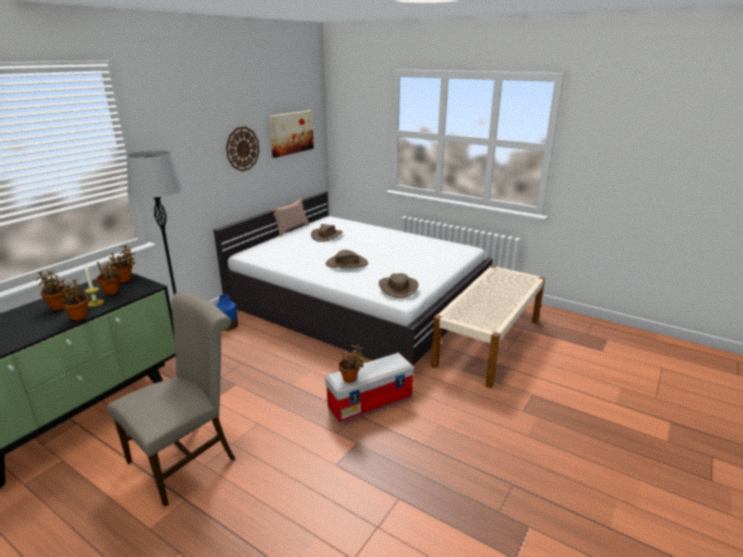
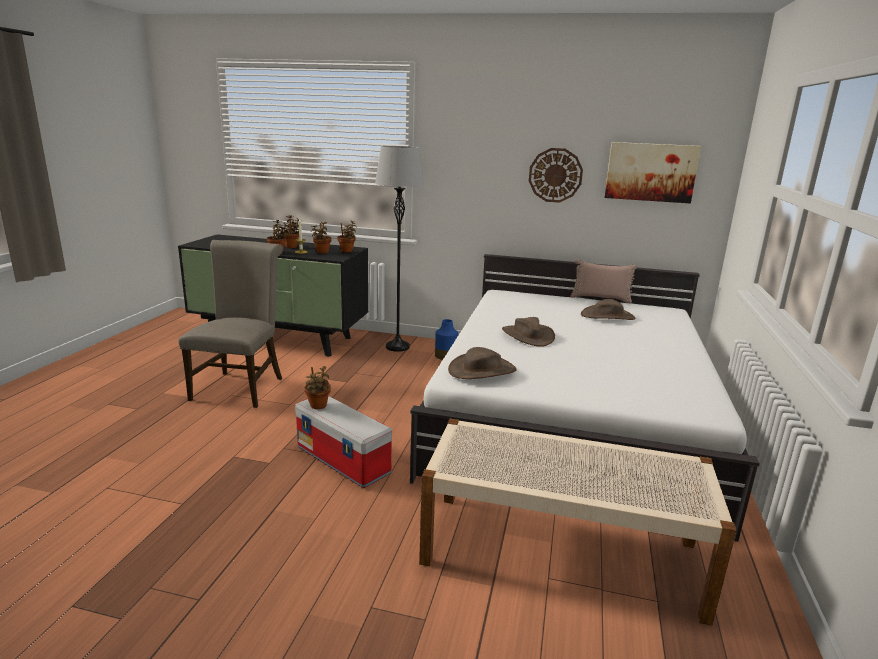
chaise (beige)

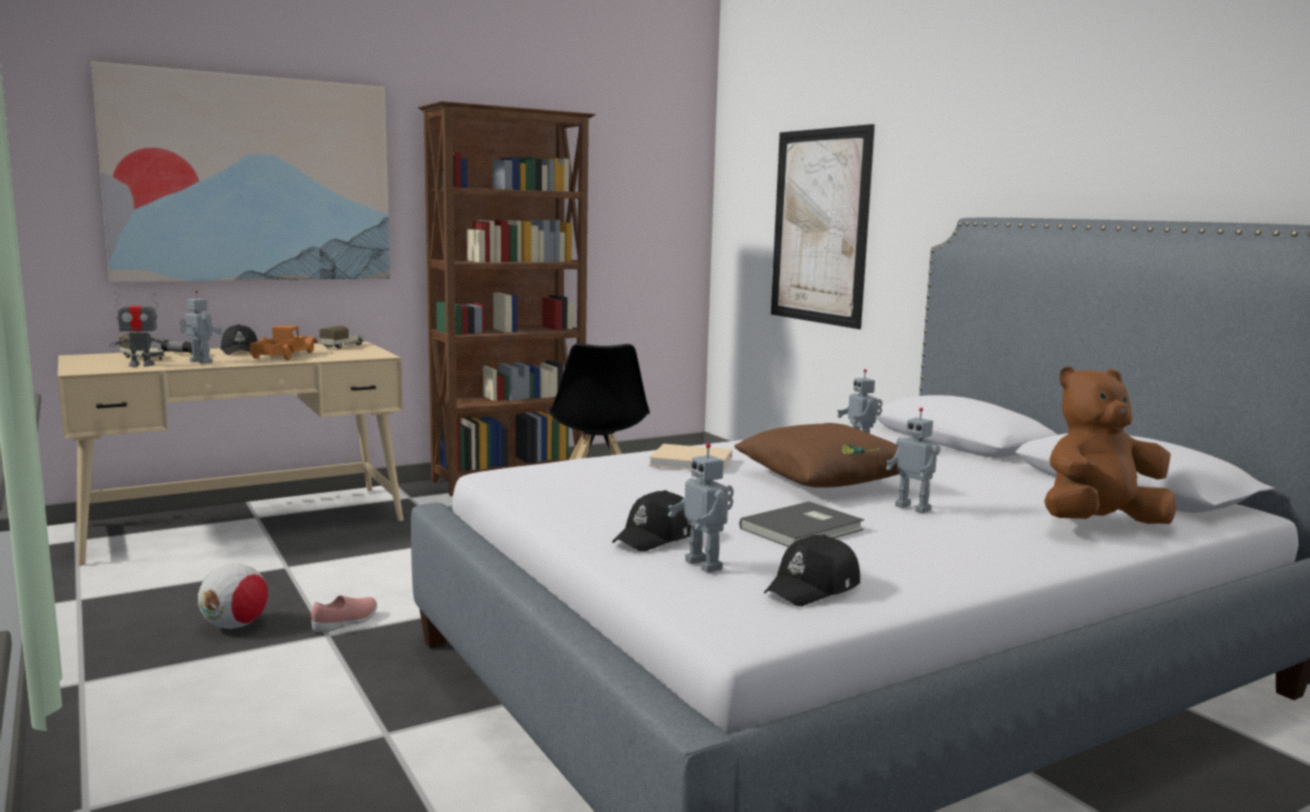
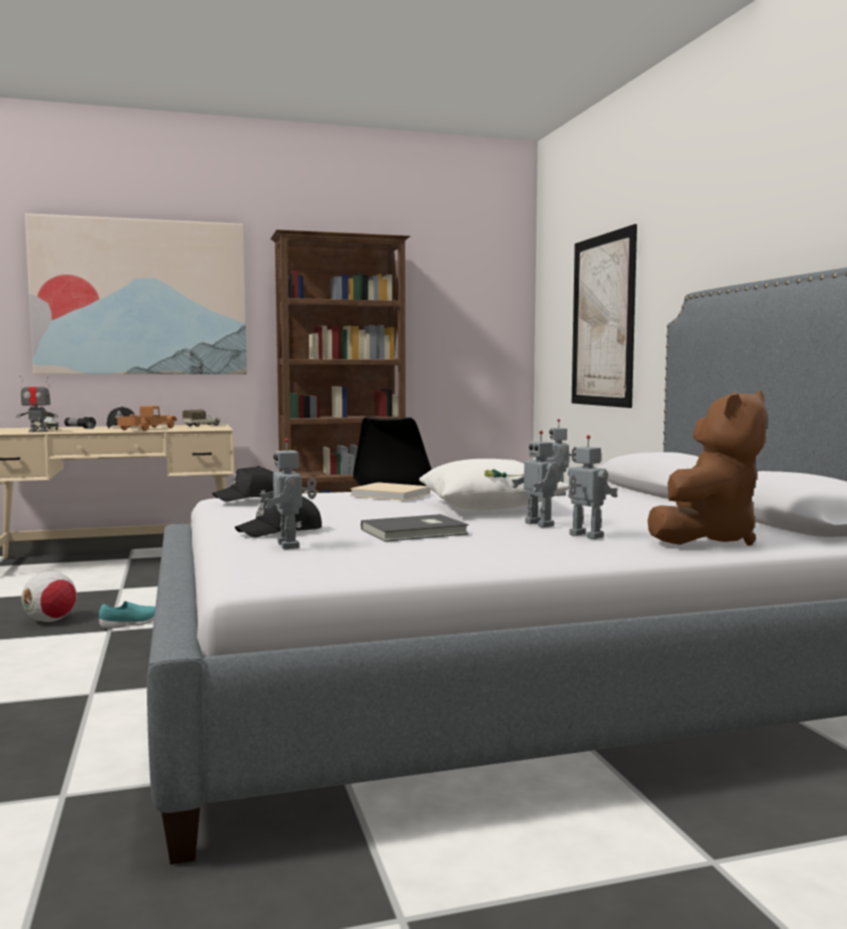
chaussure (turquoise)
casquette (noir) (no. 2 from left)
coussin (blanc)
robot jouet (no. 5 from left)
peluche (marron)

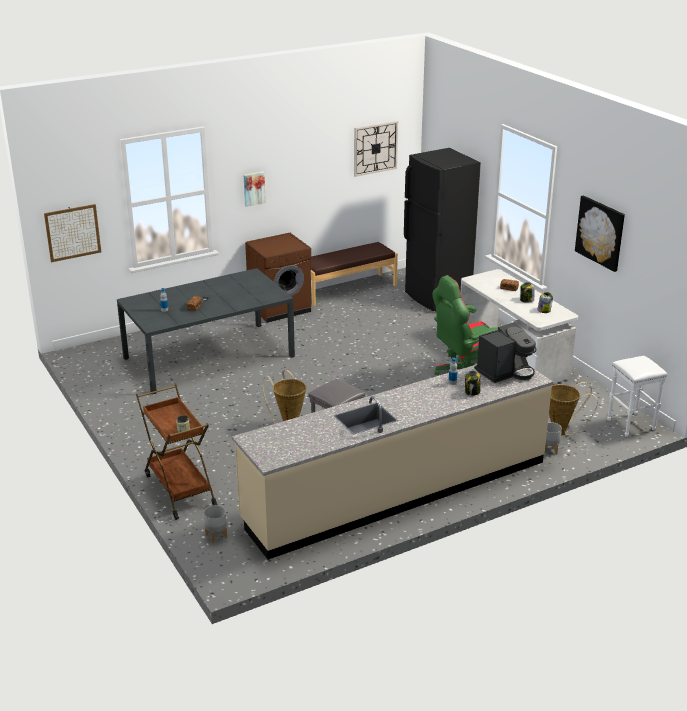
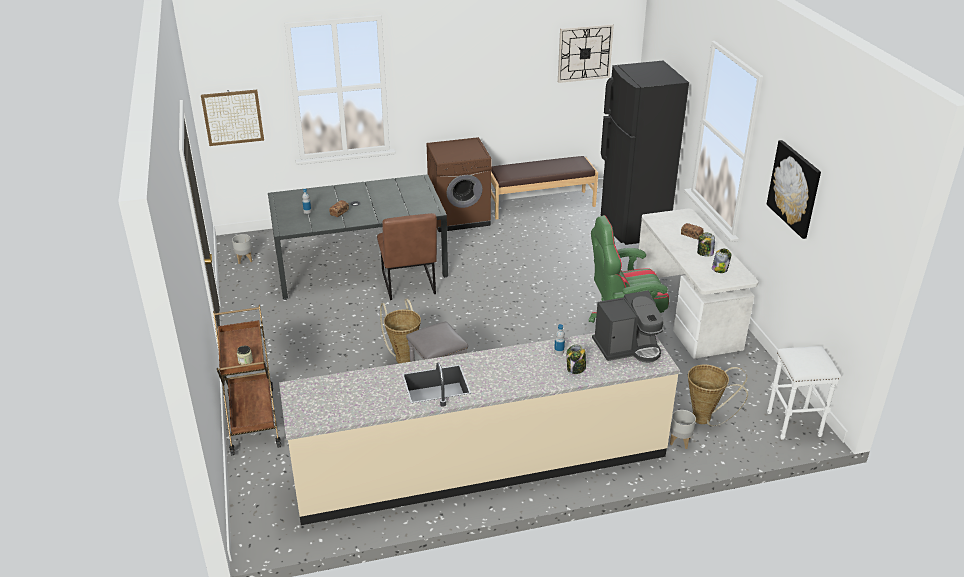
cache-pot (gris) (no. 1 from left)
chaise (marron)
tableau (no. 2 from left in the first image)

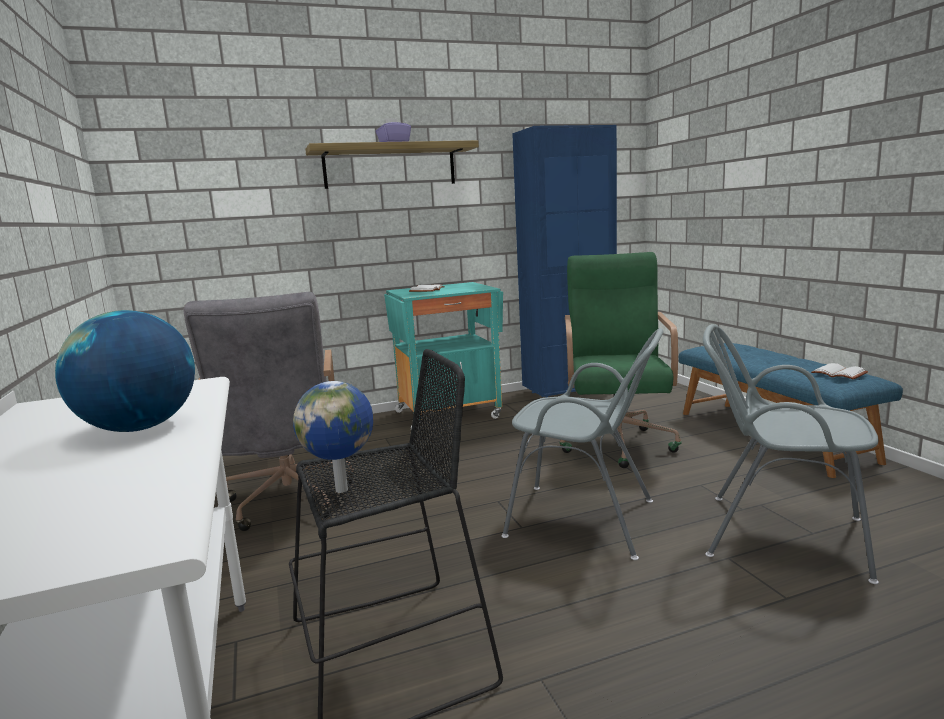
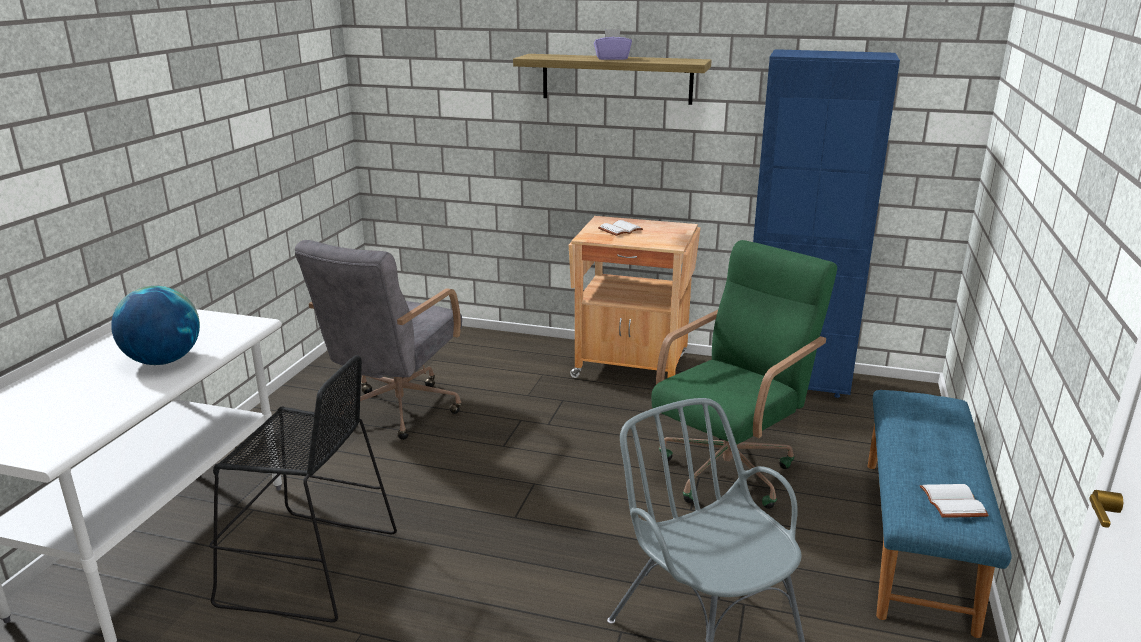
chariot (marron)
globe (no. 2 from left in the first image)
chaise (gris) (no. 1 from left in the first image)

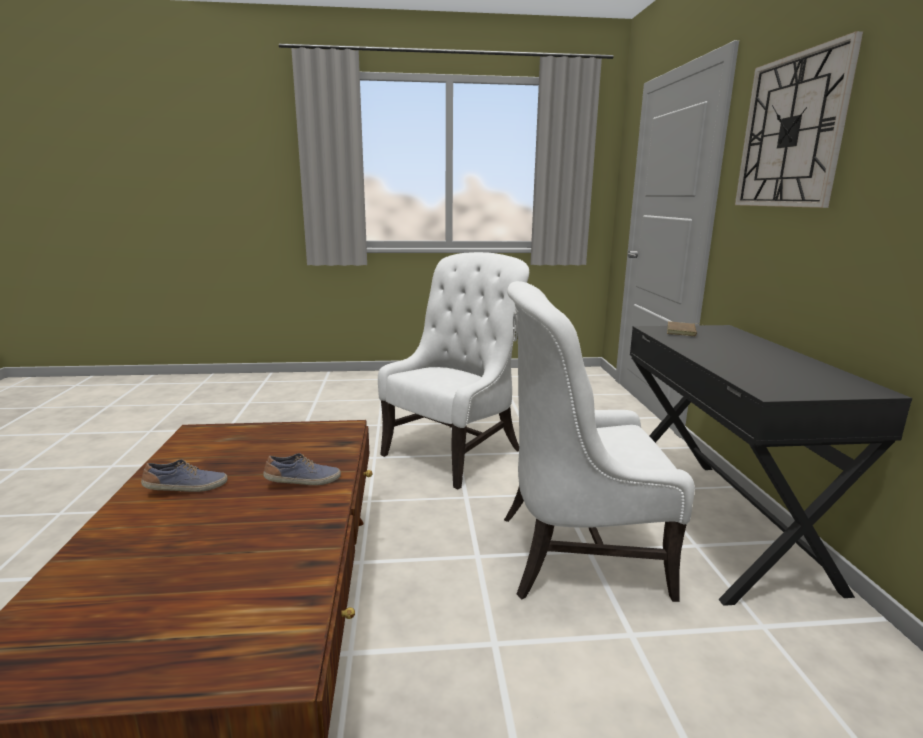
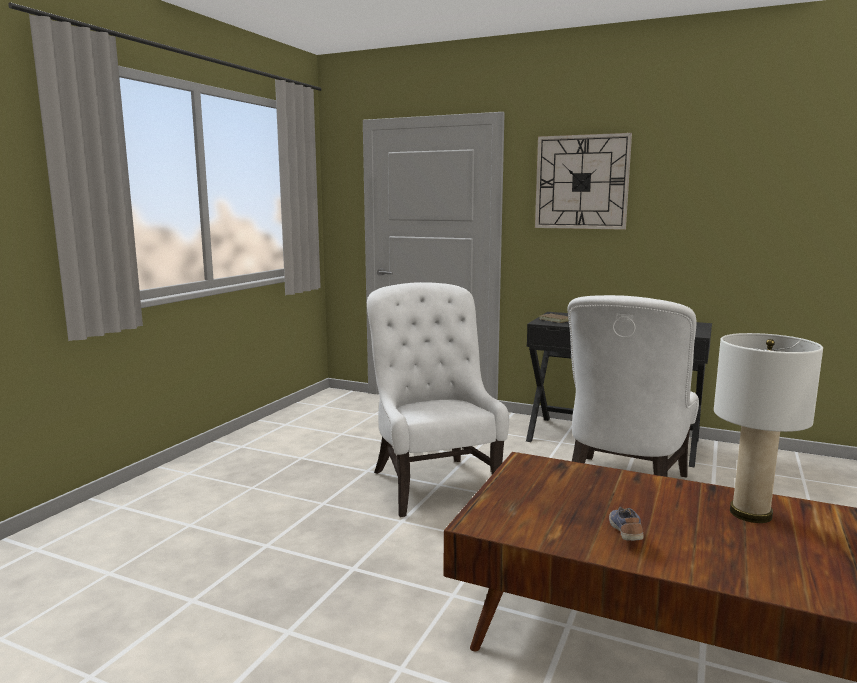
lampe de table (blanc)
chaussure (no. 2 from left in the first image)

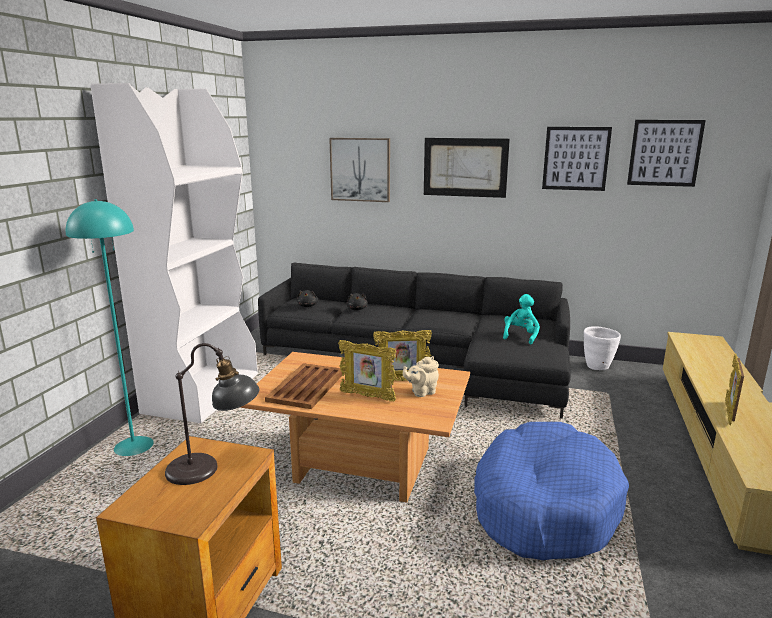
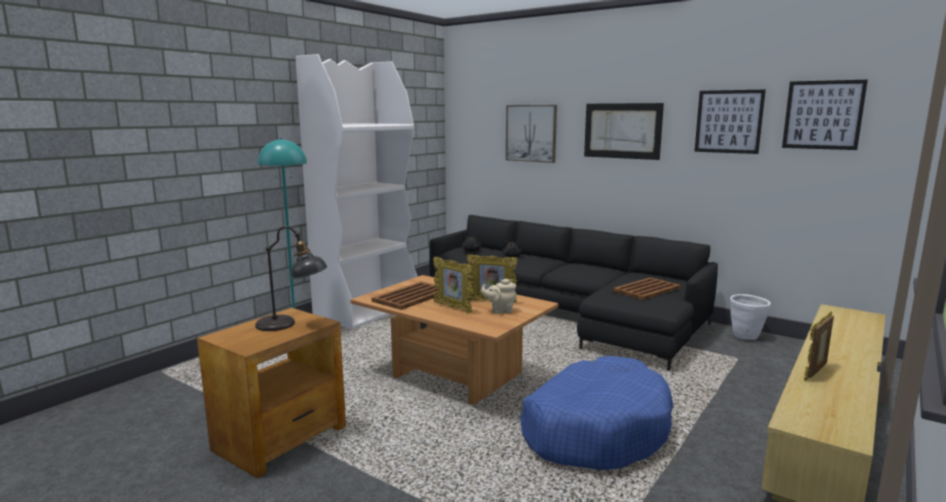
plateau (marron) (no. 2 from left)

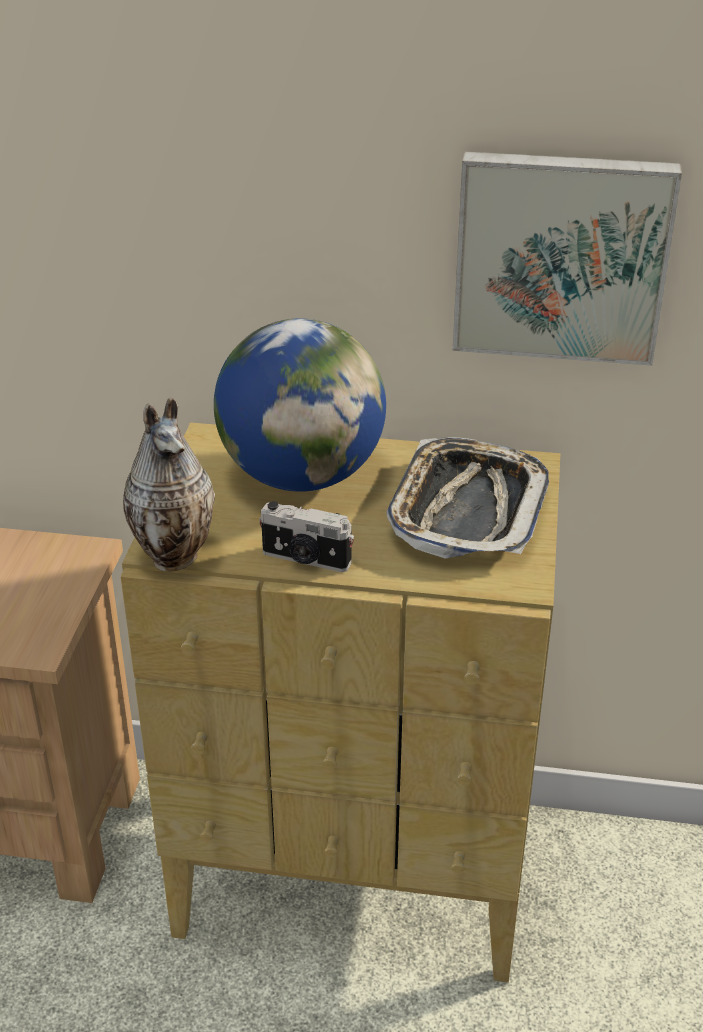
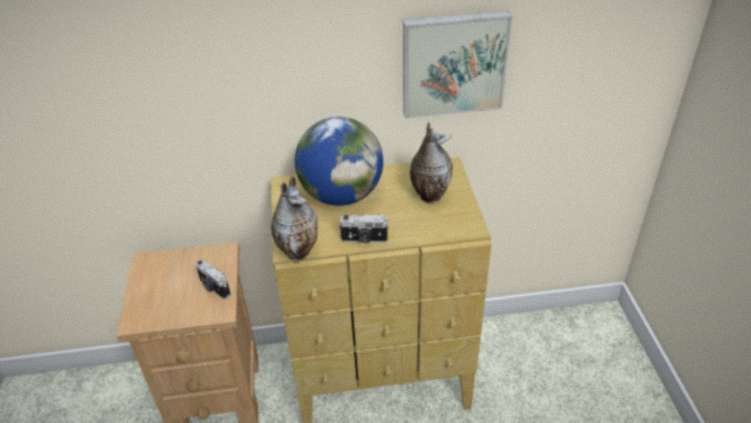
appareil photo (no. 1 from left)
vase (no. 2 from left)

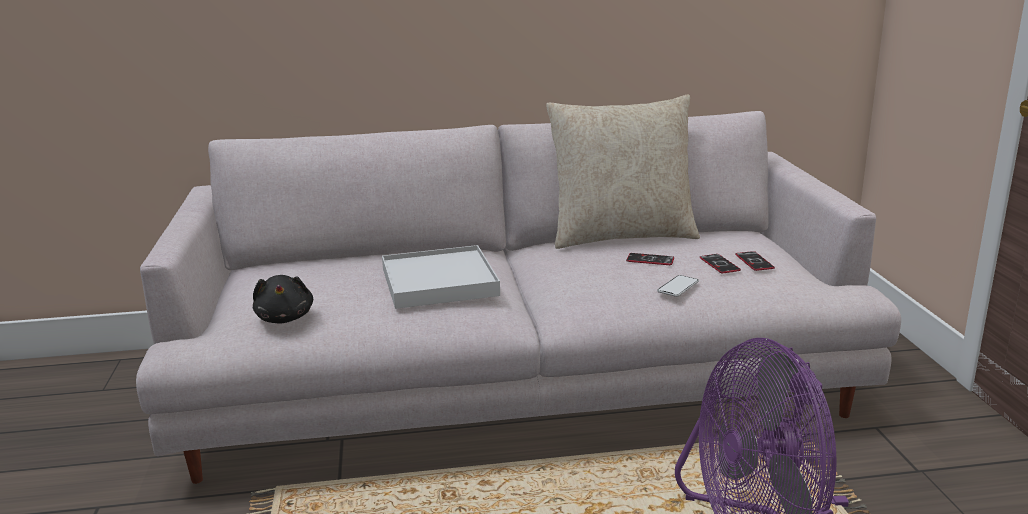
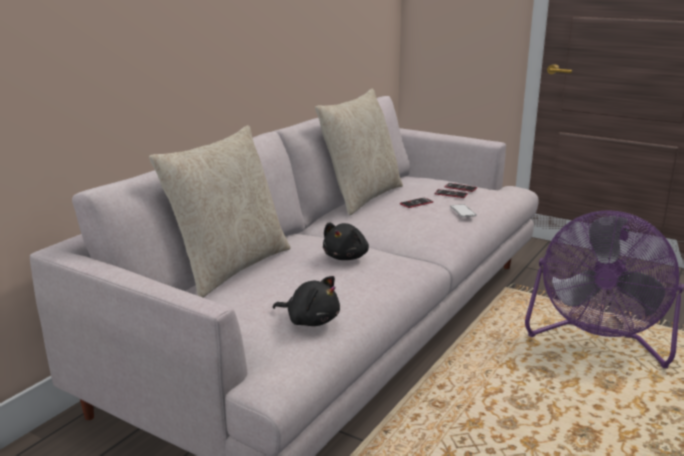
coussin (beige) (no. 1 from left)
peluche (noir) (no. 2 from left)

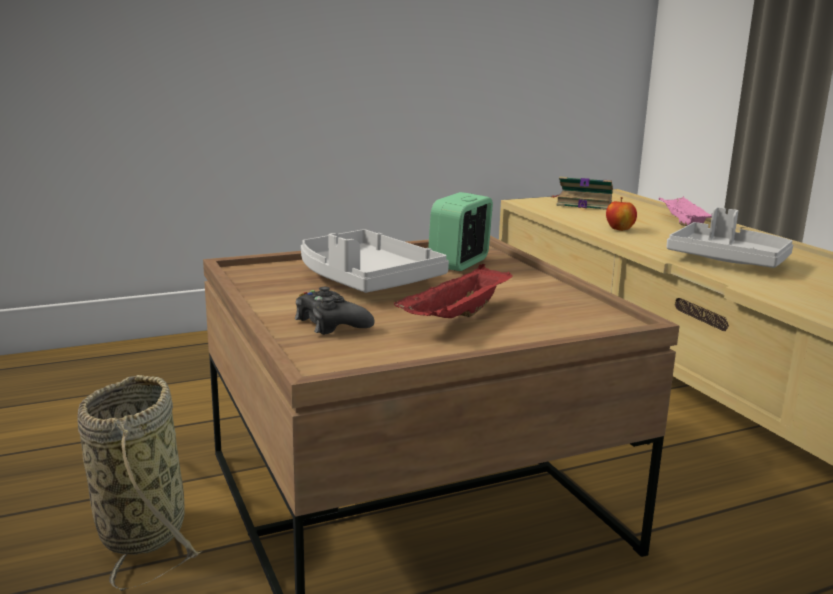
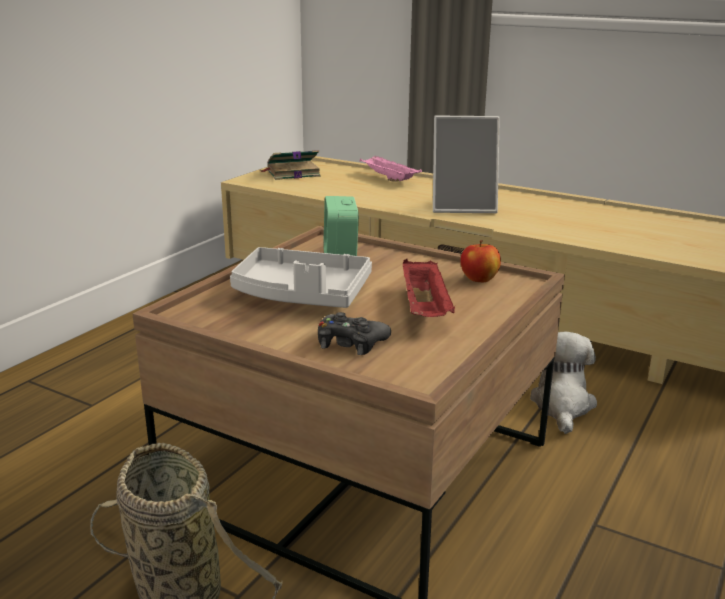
cadre photo
pomme
peluche

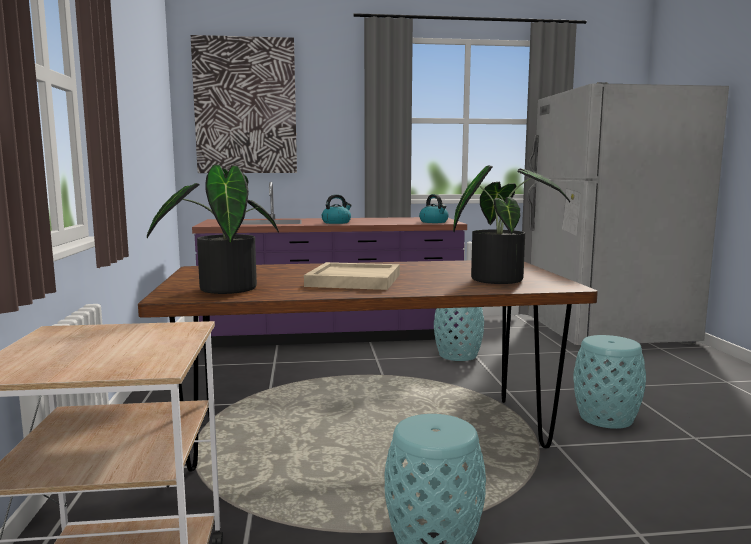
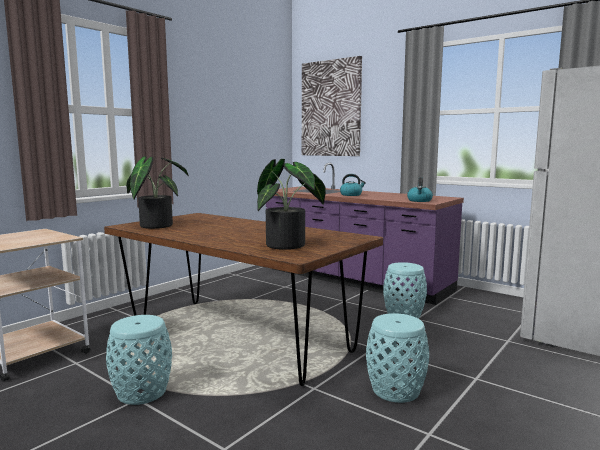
plateau (beige)

